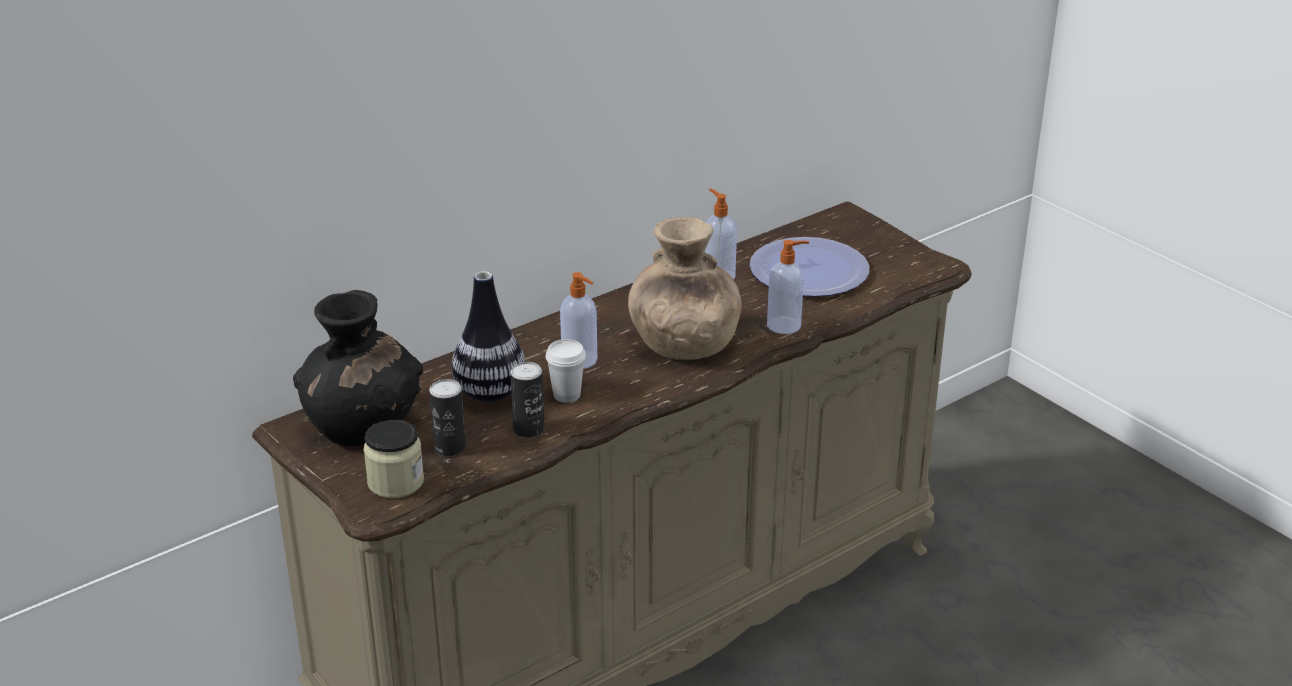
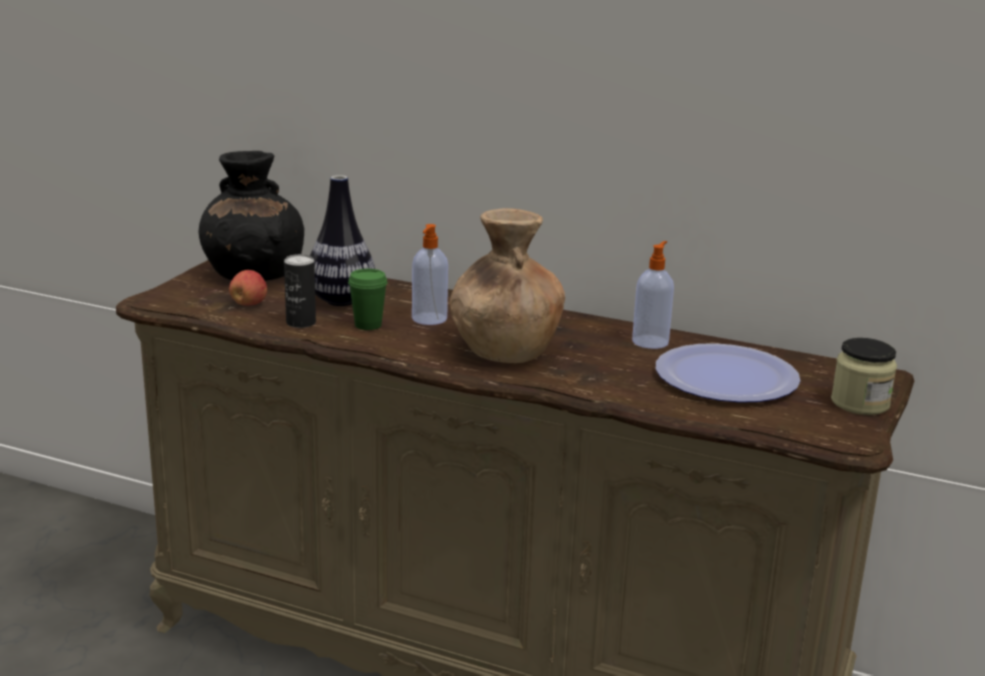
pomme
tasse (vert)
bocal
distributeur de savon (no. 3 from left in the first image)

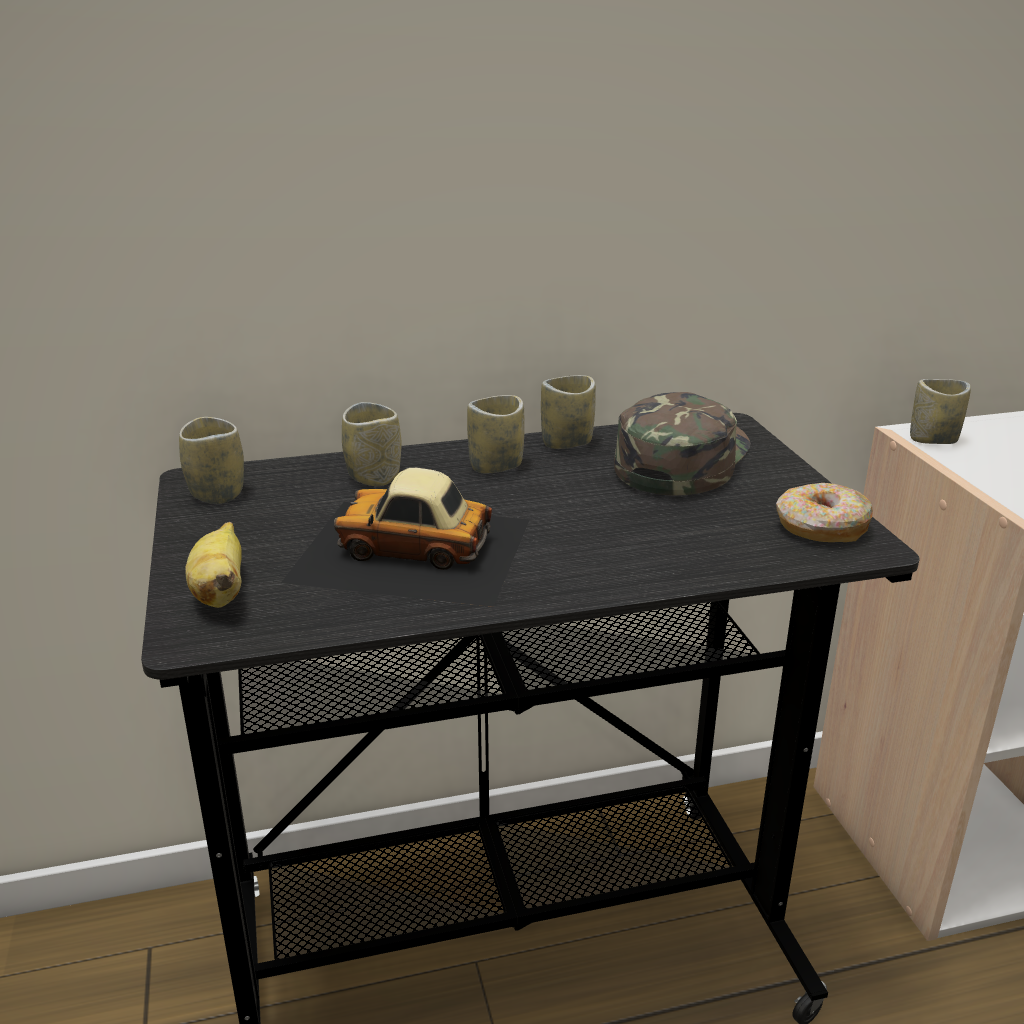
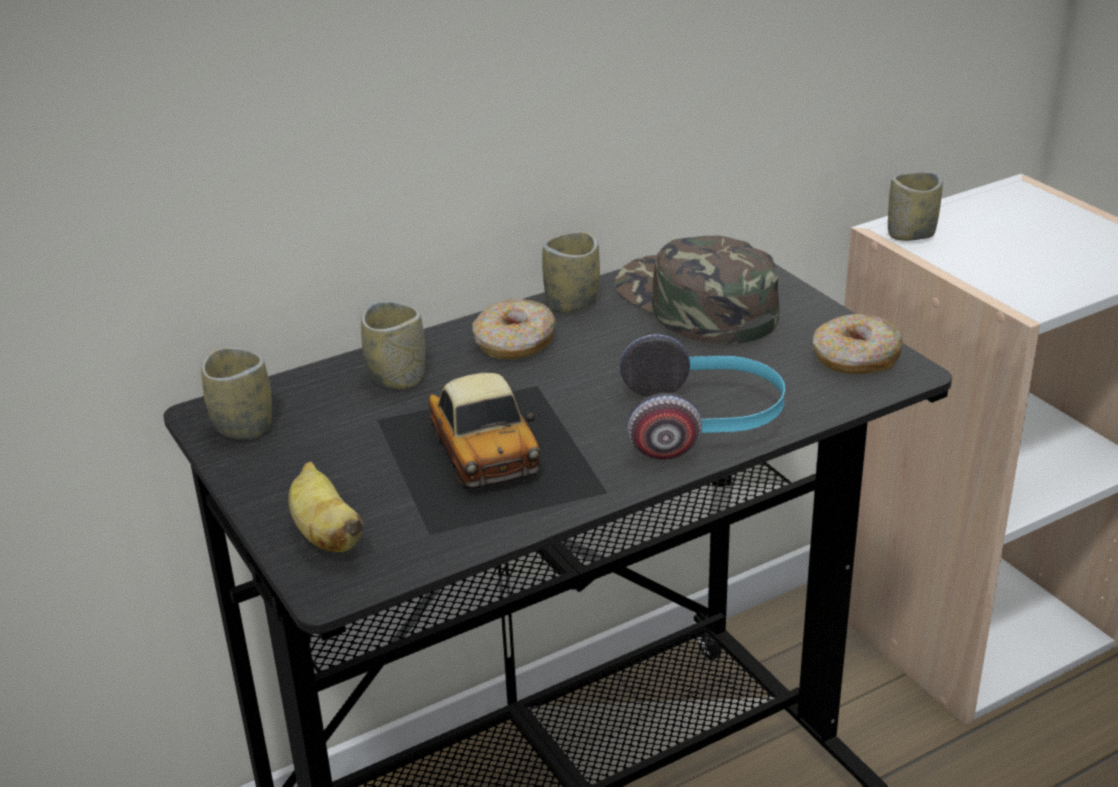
petite voiture
beignet (no. 1 from left)
casquette (vert)
casque audio

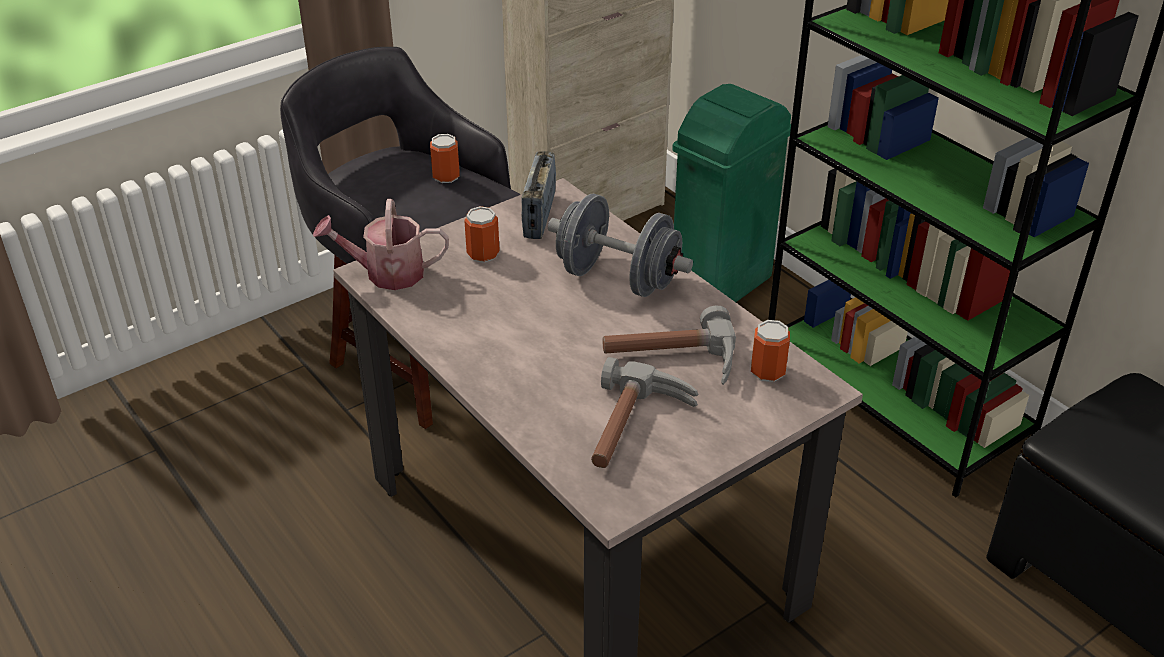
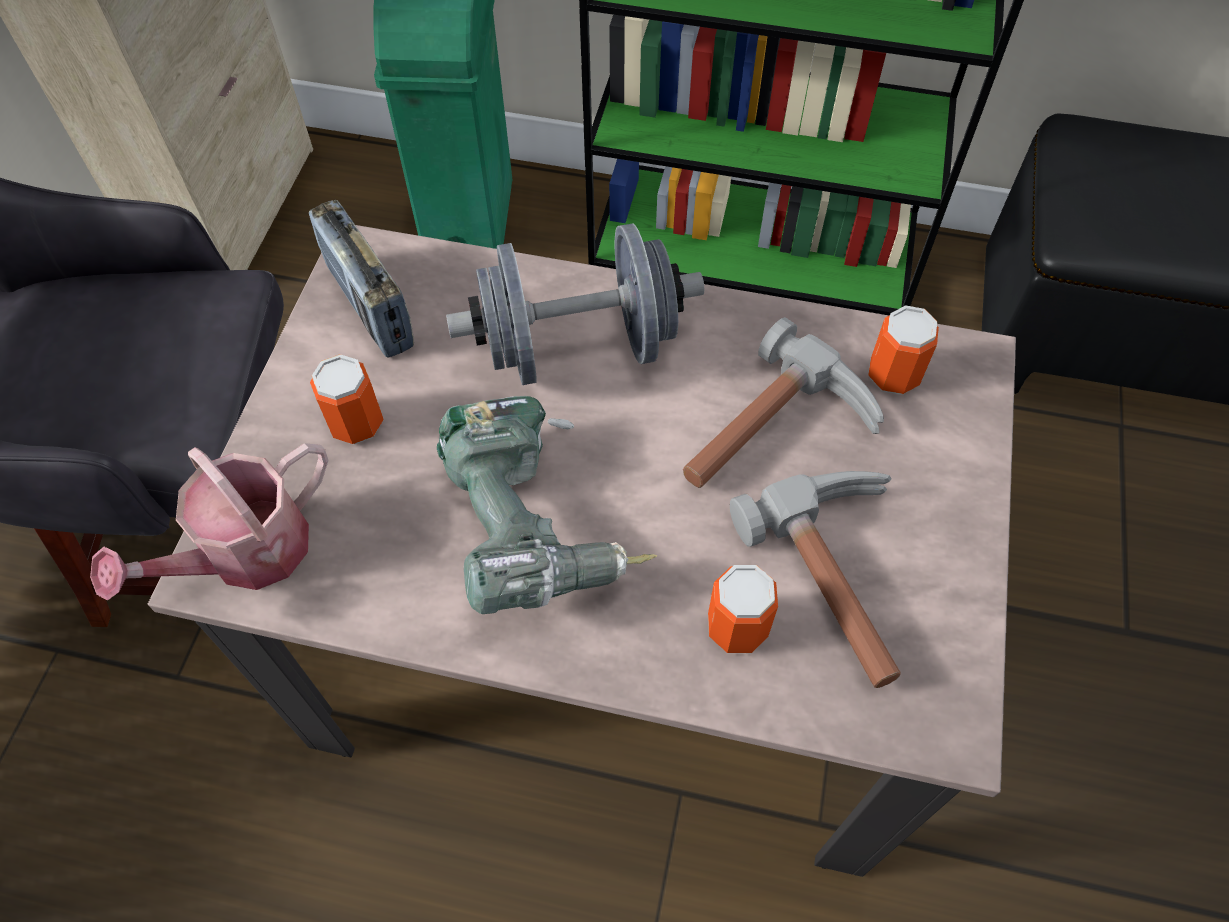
perceuse
boîte métallique (no. 2 from left)

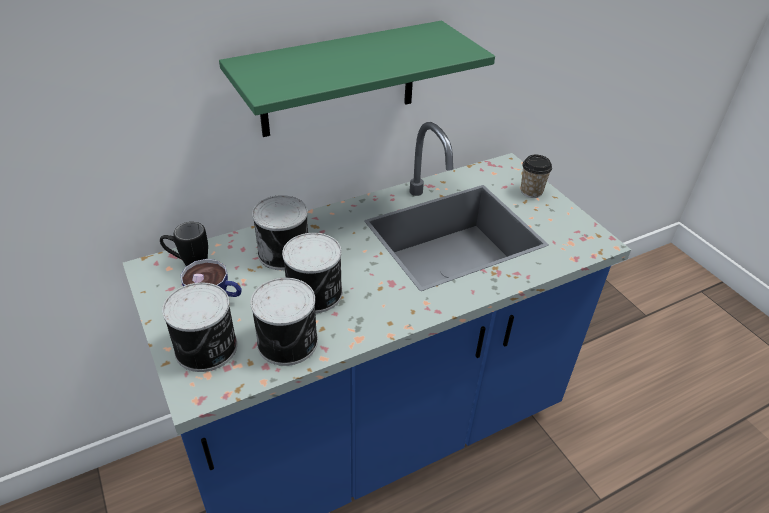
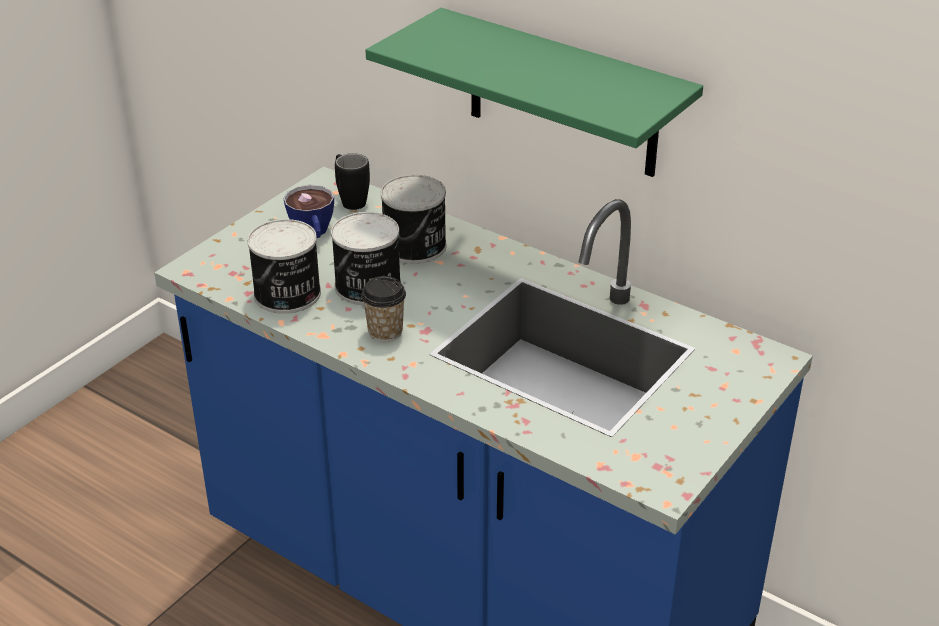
tasse (no. 2 from left)
boîte métallique (no. 1 from left in the first image)

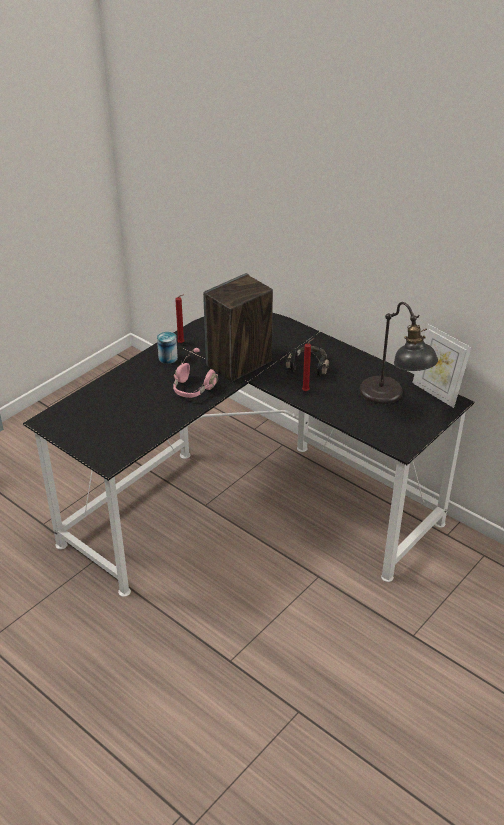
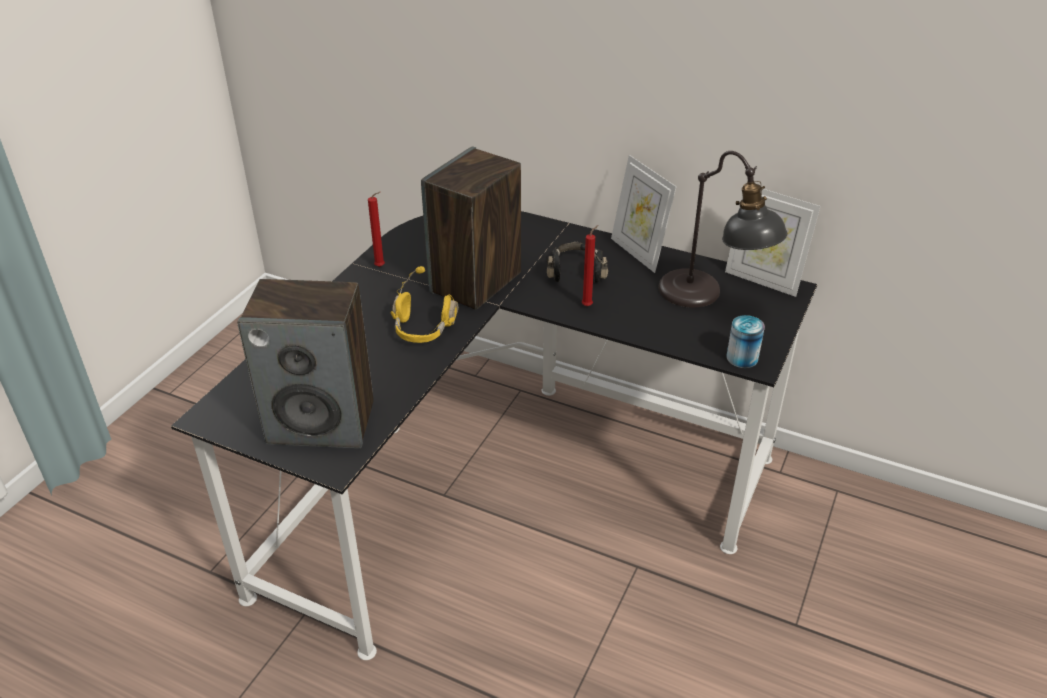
enceinte (no. 1 from left)
casque audio (jaune)
cadre photo (no. 1 from left)
boîte métallique

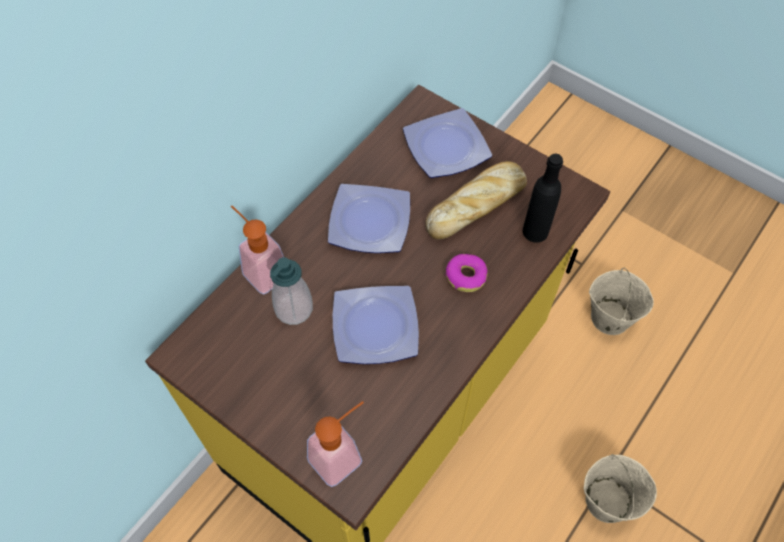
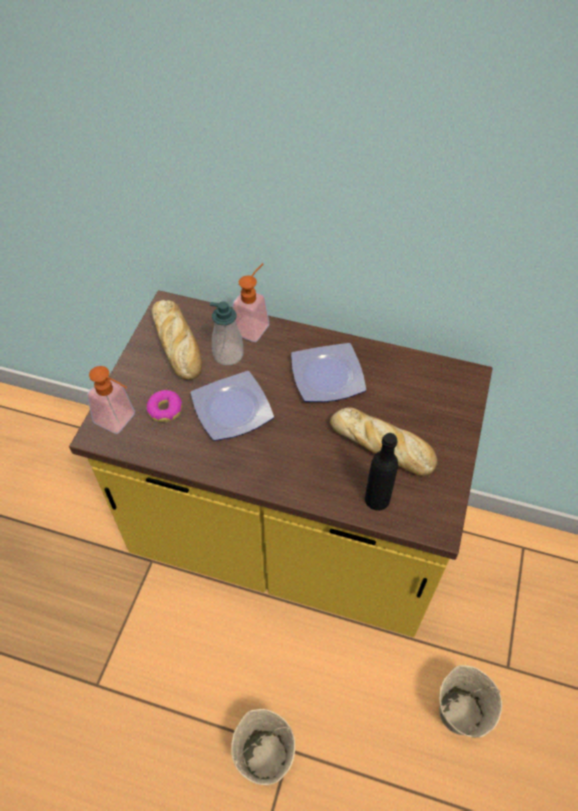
beignet
pain (no. 1 from left)
assiette (no. 3 from left in the first image)

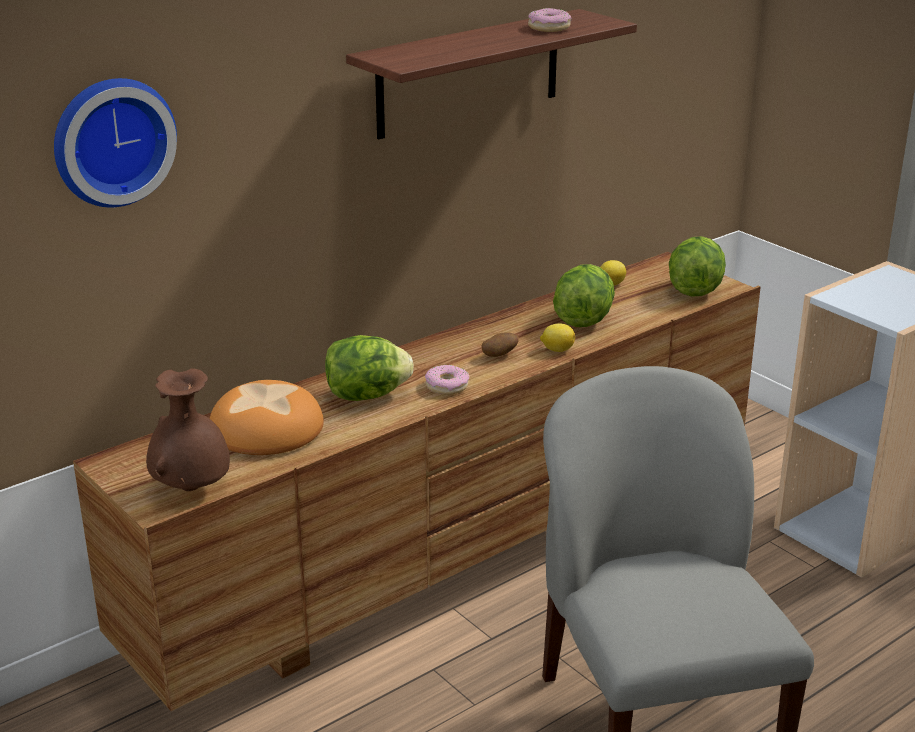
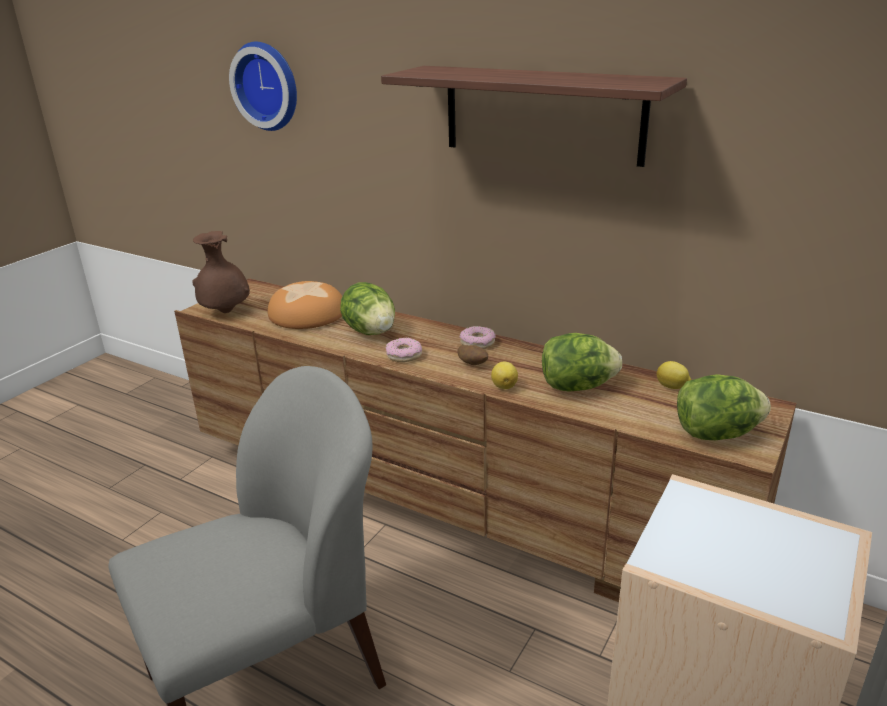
beignet (no. 2 from left)

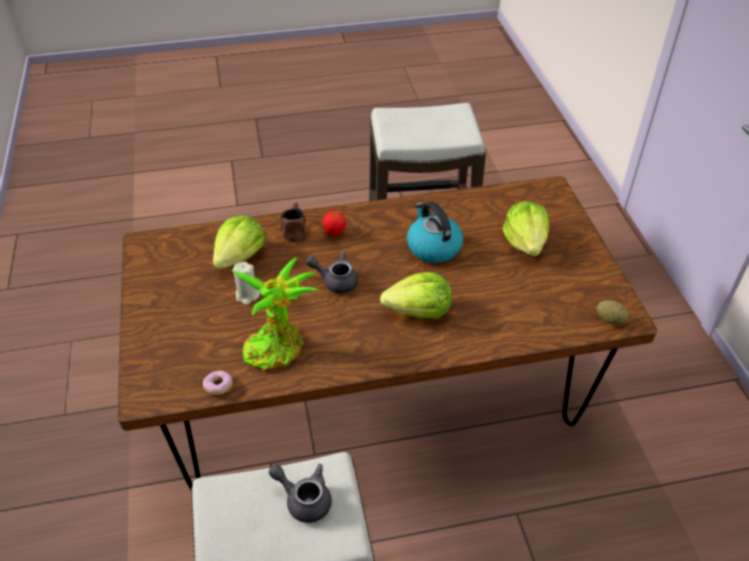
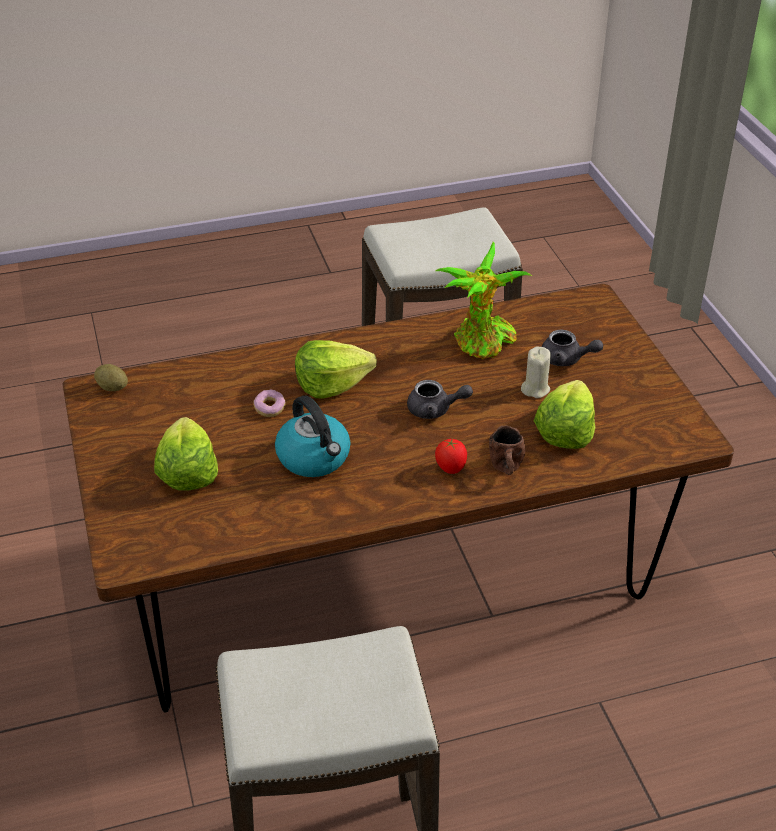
beignet
théière (gris) (no. 2 from left)

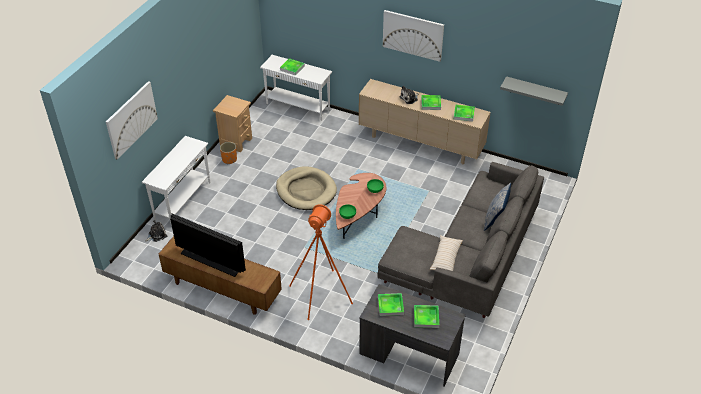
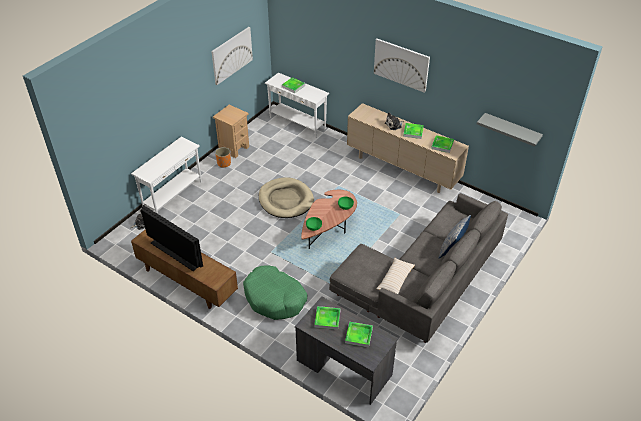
tableau (no. 1 from left)
panier pour chien (vert)

